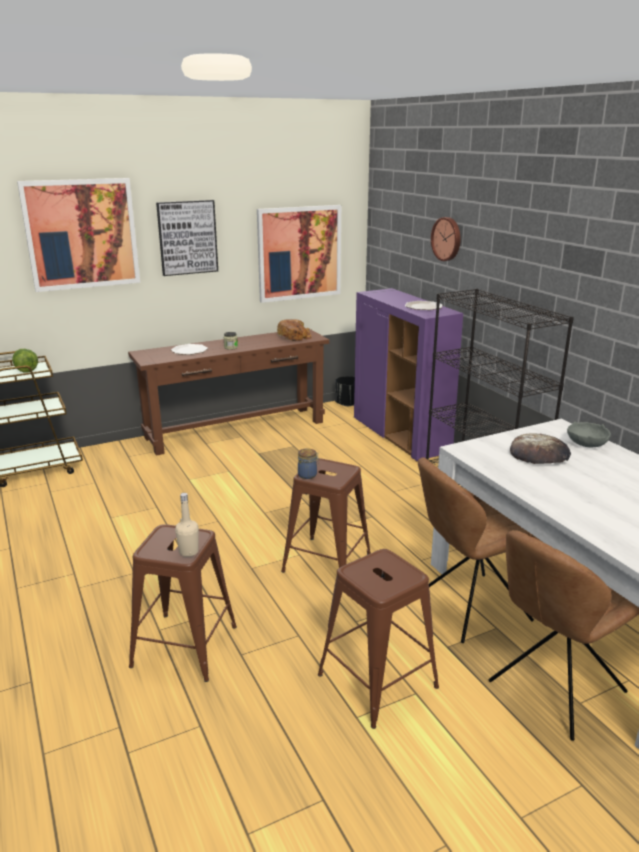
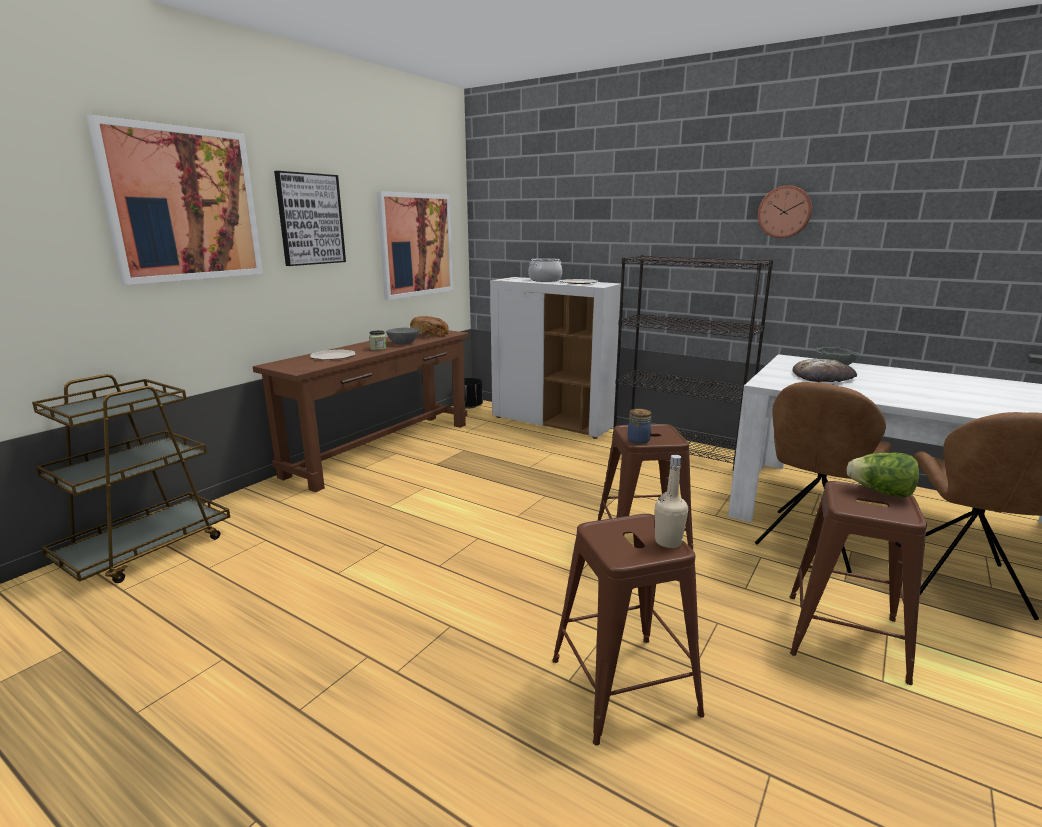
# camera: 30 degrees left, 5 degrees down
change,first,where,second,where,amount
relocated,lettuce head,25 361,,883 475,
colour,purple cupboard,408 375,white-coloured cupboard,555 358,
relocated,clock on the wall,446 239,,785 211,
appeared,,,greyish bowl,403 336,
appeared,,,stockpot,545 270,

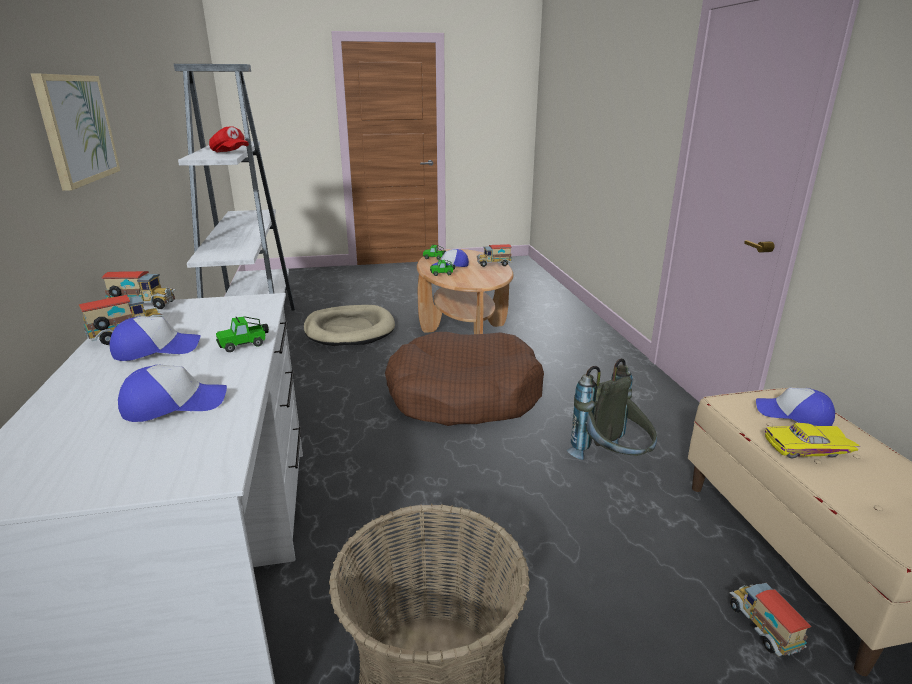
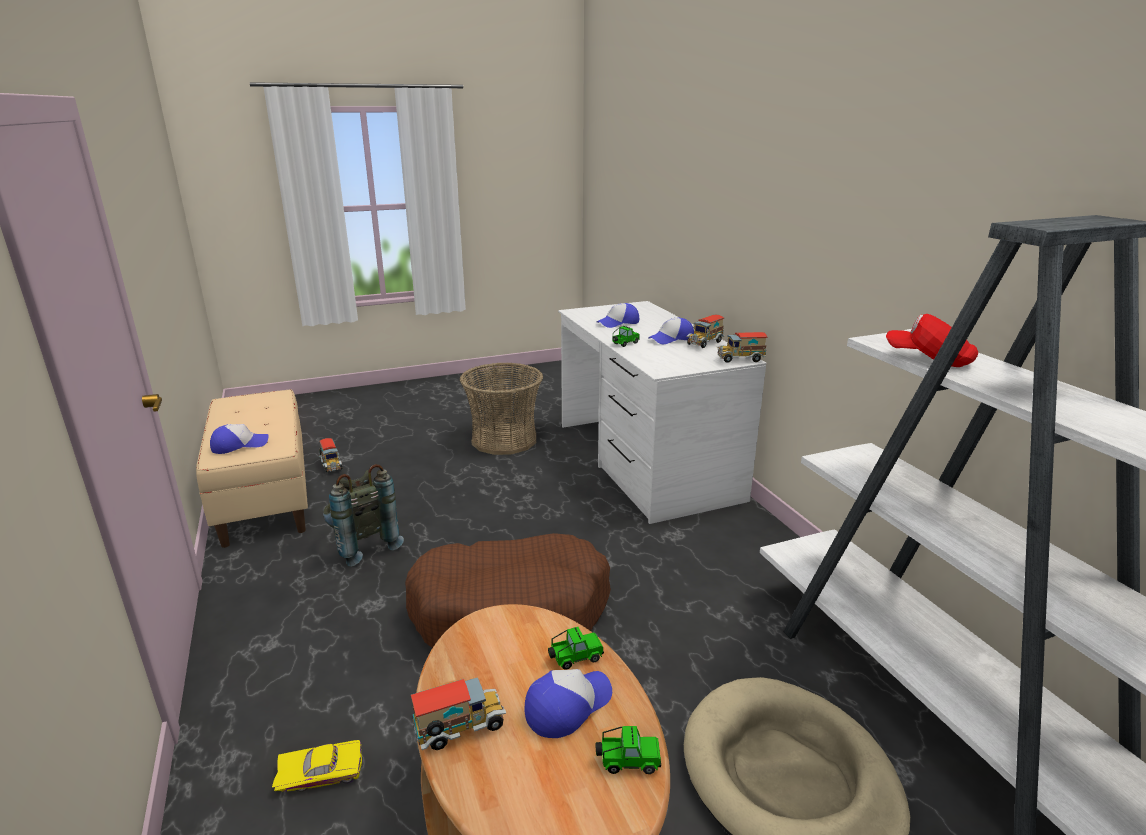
# camera: 170 degrees right, 0 degrees up
change,first,where,second,where,amount
missing,wall art,75 132,,,
spun,cap,795 407,,239 439,45 degrees counterclockwise
relocated,yellow-coloured miniature car,813 440,,317 766,

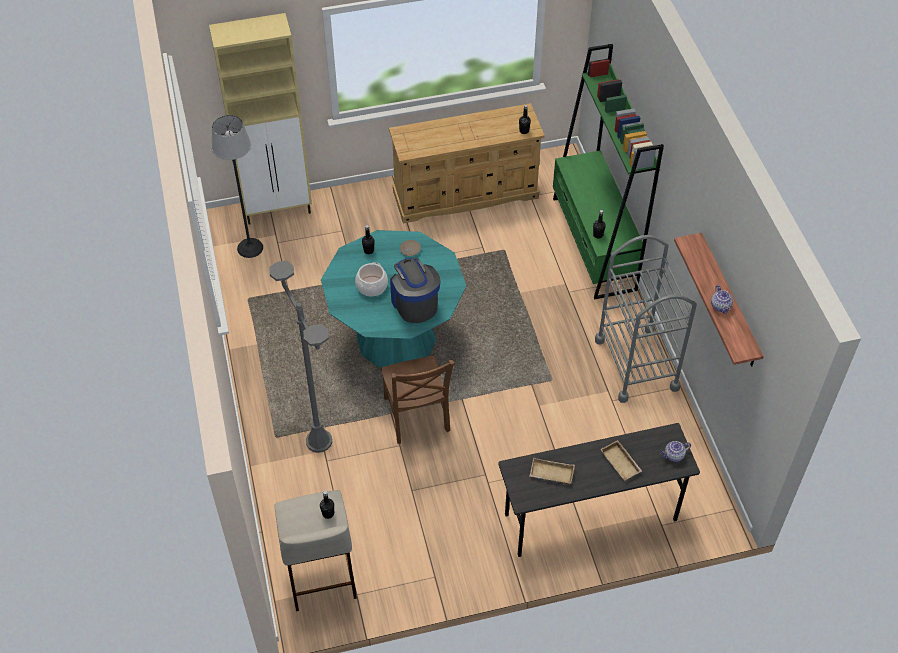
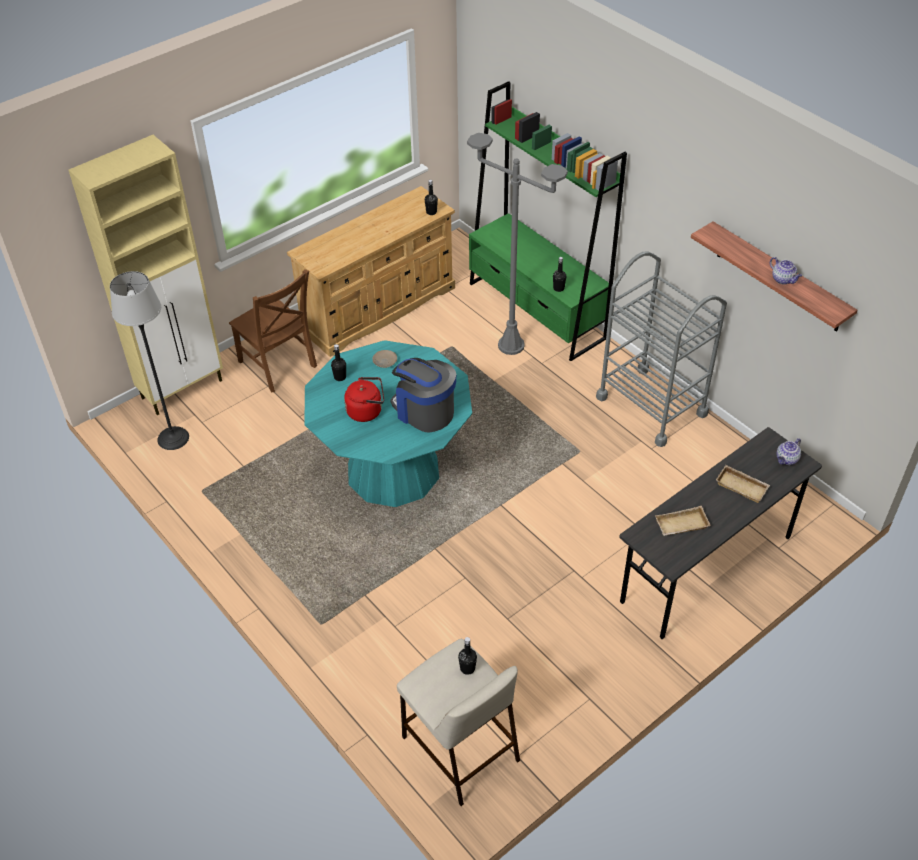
# camera: 25 degrees left, 5 degrees down
change,first,where,second,where,amount
relocated,greyish standing lamp,300 357,,517 244,
exchanged,stockpot,371 279,red-coloured water kettle,364 399,
relocated,brownish plain chair,417 399,,273 331,

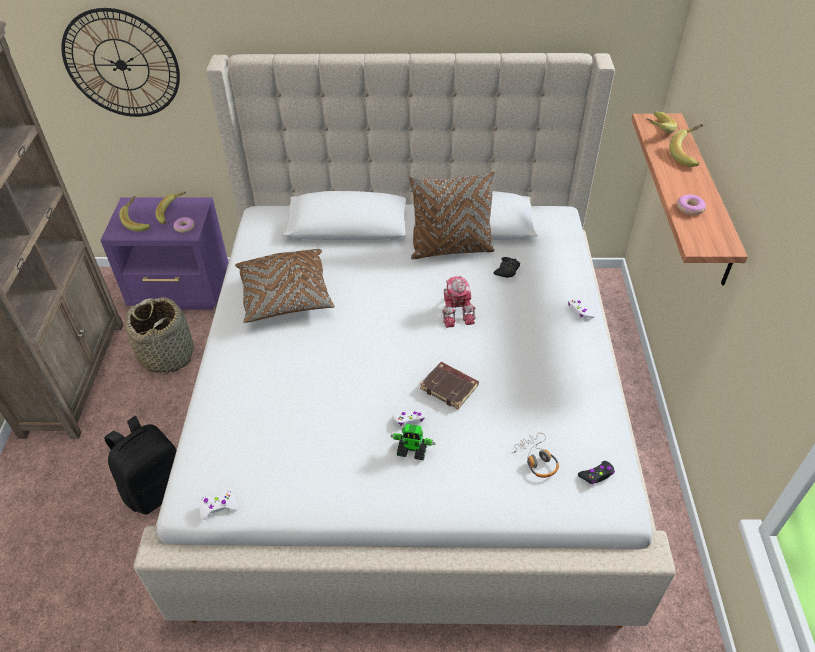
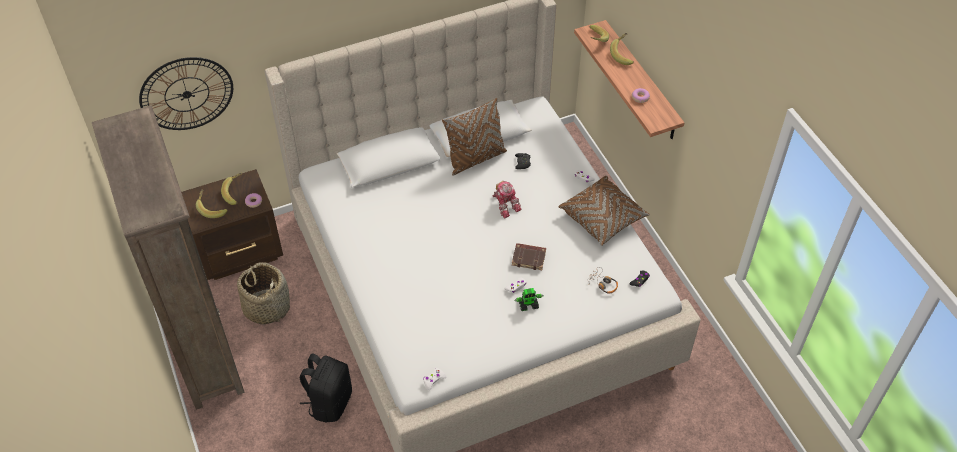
# camera: 25 degrees left, 5 degrees up
change,first,where,second,where,amount
colour,purple nightstand,164 253,brownish nightstand,232 224,
relocated,brownish pillow,285 286,,604 210,

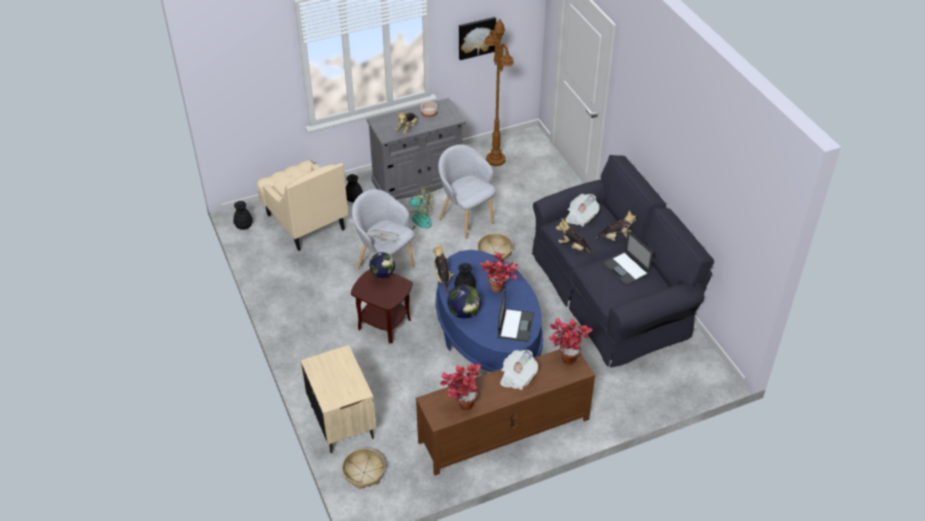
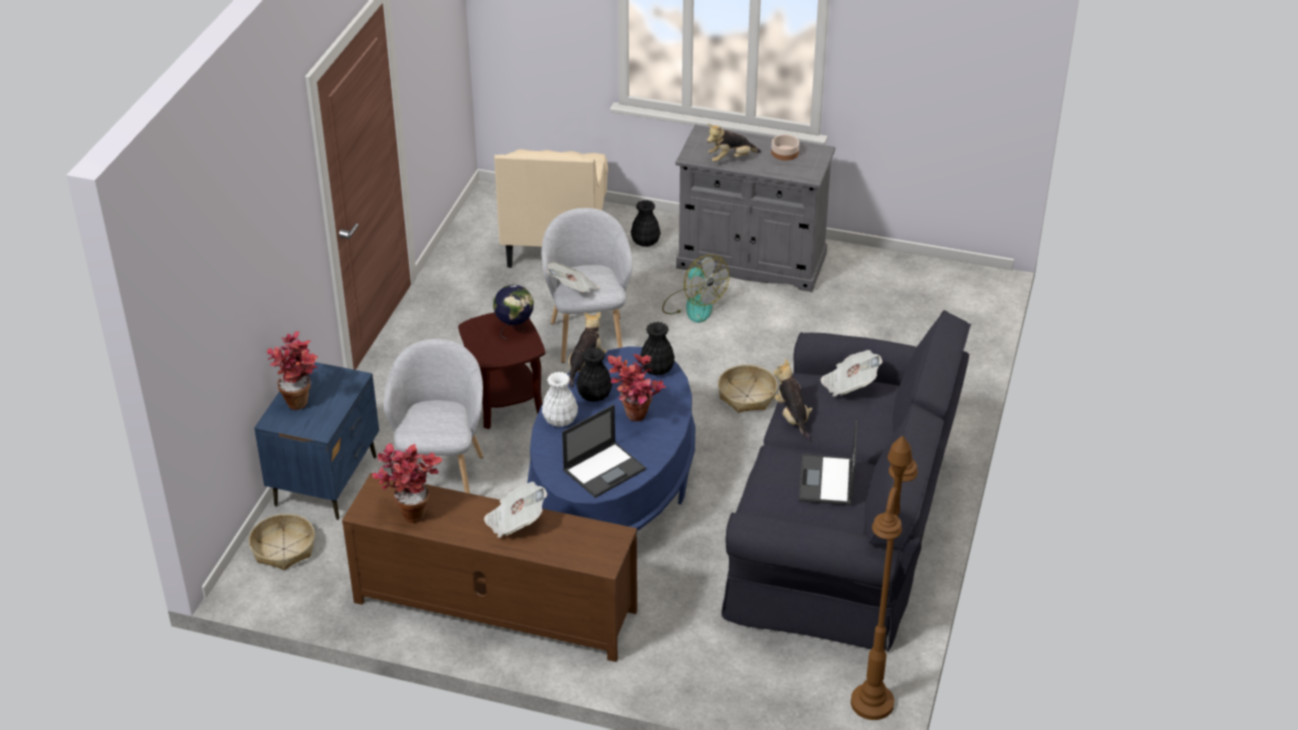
# camera: 40 degrees right, 5 degrees down
change,first,where,second,where,amount
relocated,black-coloured flower vase,243 215,,657 348,
colour,beige nightstand,338 399,blue-coloured nightstand,316 441,
relocated,greyish armchair,467 191,,433 416,
exchanged,globe,464 302,white-coloured flower vase,560 399,
missing,wall art,477 38,,,
relocated,brownish standing lamp,499 92,,884 578,
relocated,houseplant,570 341,,292 370,
missing,soft toy,615 226,,,

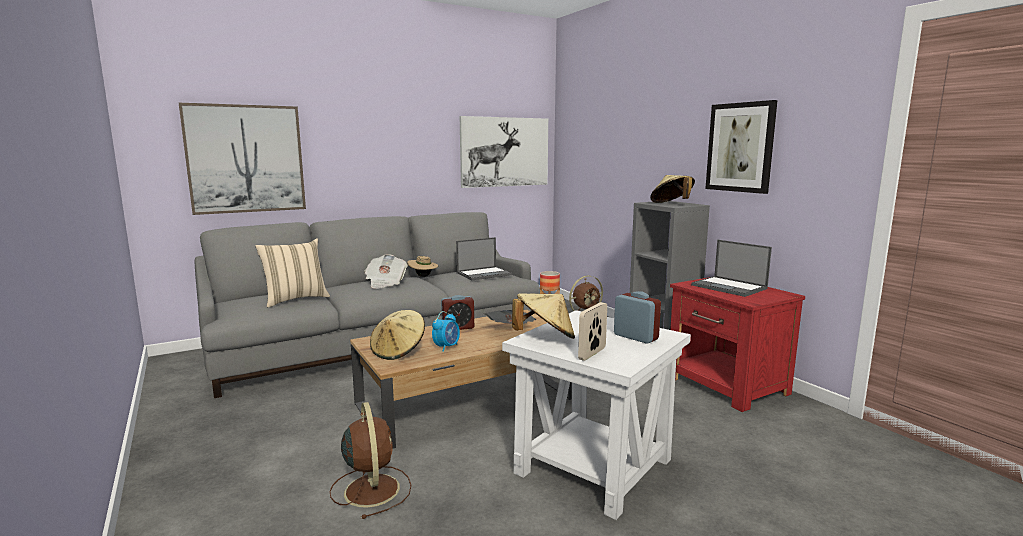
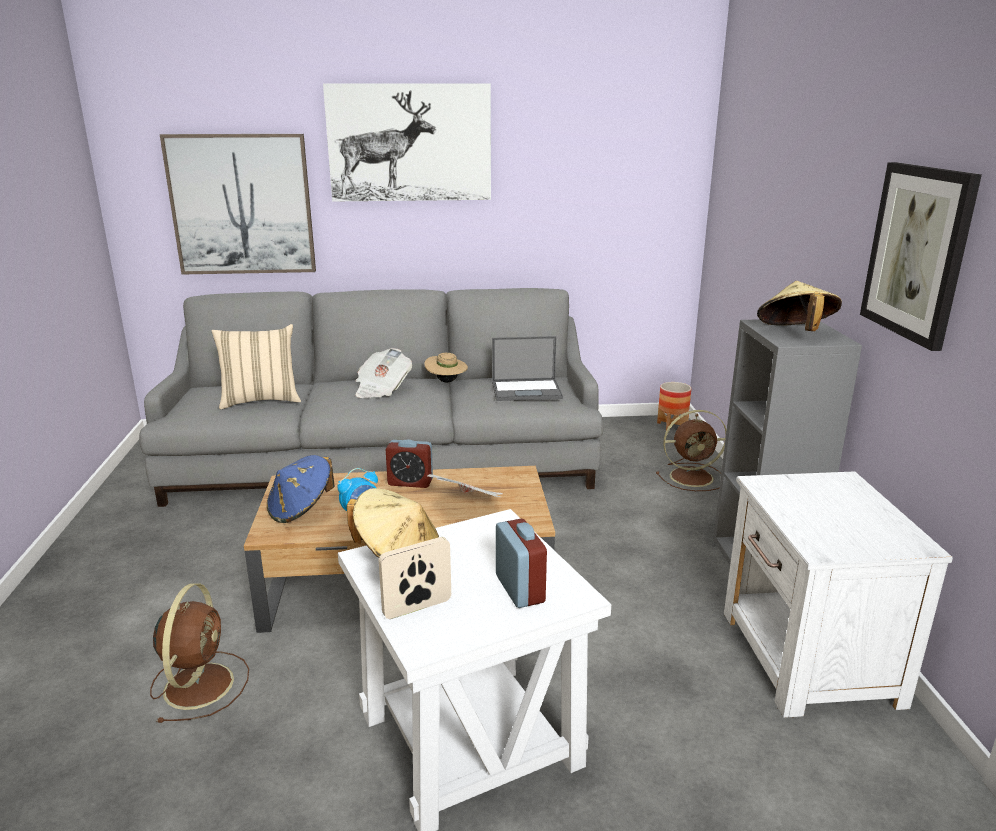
# camera: 25 degrees right, 10 degrees up
change,first,where,second,where,amount
colour,beige clothing hat,397 335,blue-coloured clothing hat,301 489,
relocated,wall art,504 152,,407 142,
colour,red-coloured nightstand,737 344,white-coloured nightstand,838 594,
missing,portable computer,731 268,,,

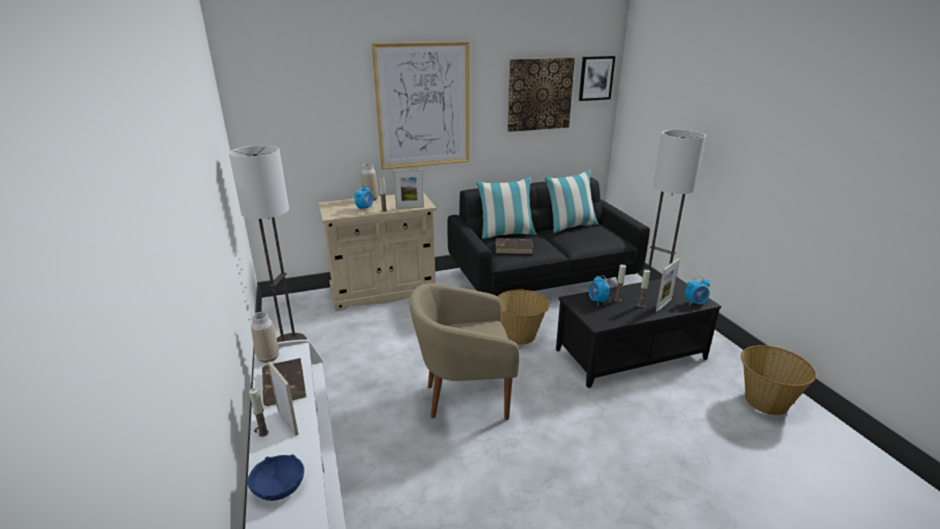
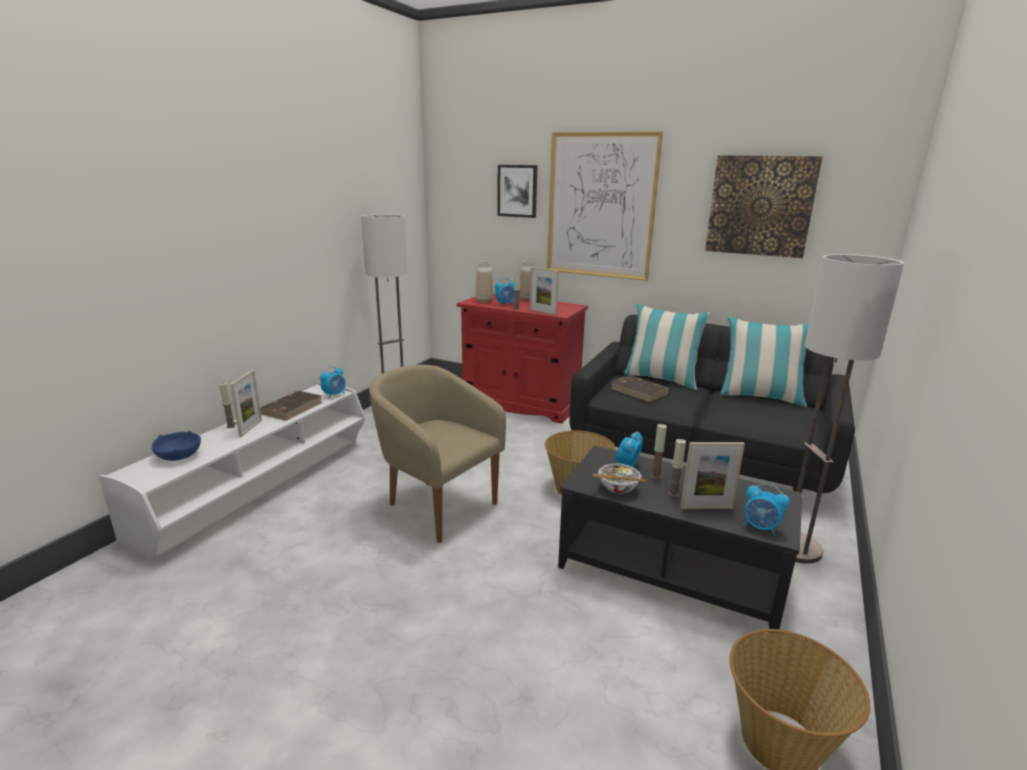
# camera: 45 degrees right, 5 degrees down
change,first,where,second,where,amount
relocated,flower vase,265 337,,484 282,
colour,beige cupboard,377 251,red-coloured cupboard,522 359,
relocated,wall art,597 78,,517 191,
appeared,,,table clock,333 382,
appeared,,,bowl,619 478,

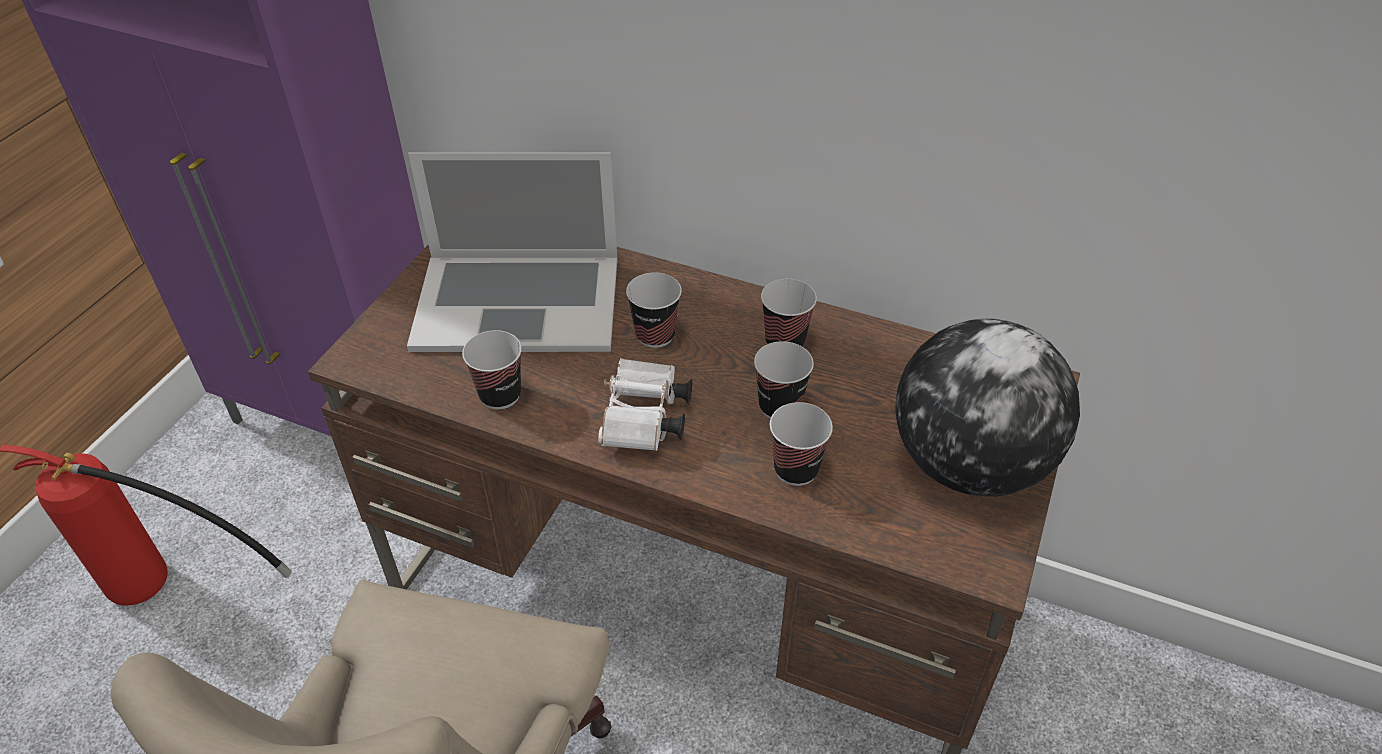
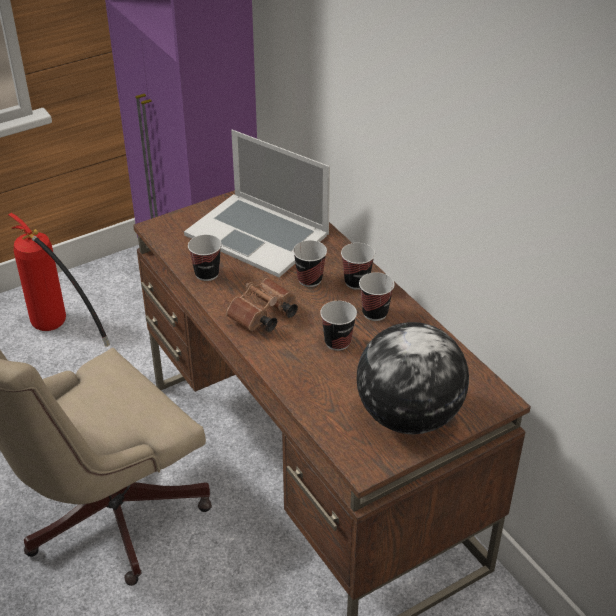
# camera: 35 degrees right, 5 degrees down
change,first,where,second,where,amount
colour,white-coloured binoculars,645 404,brownish binoculars,262 305,
relocated,small cup,801 444,,358 266,

